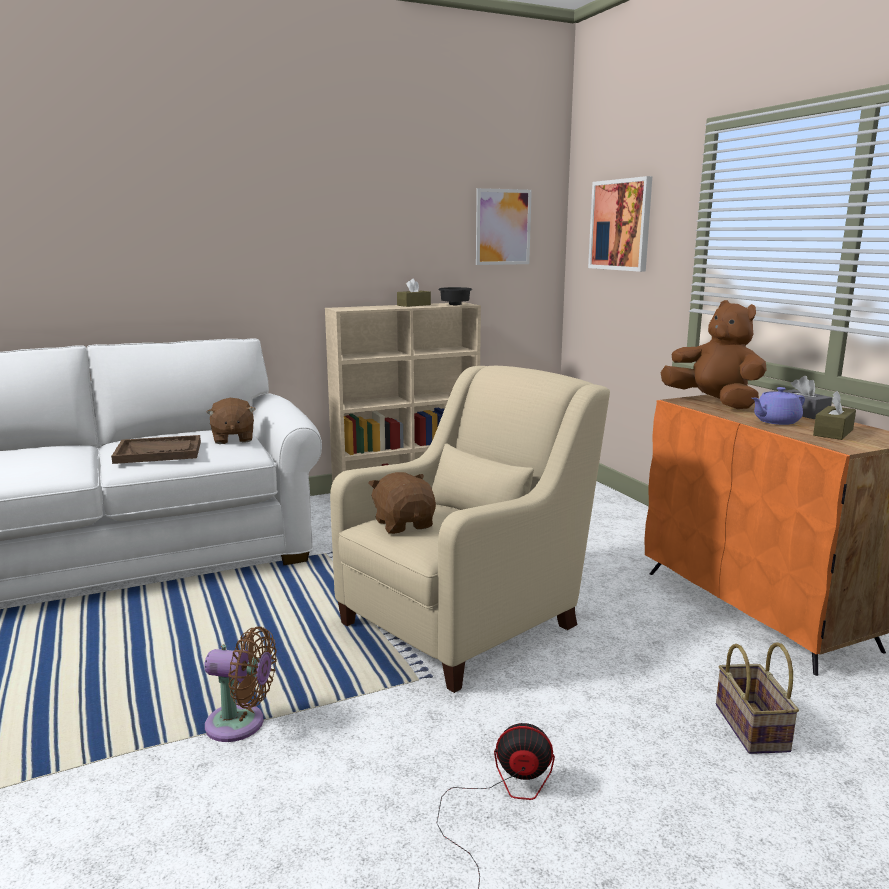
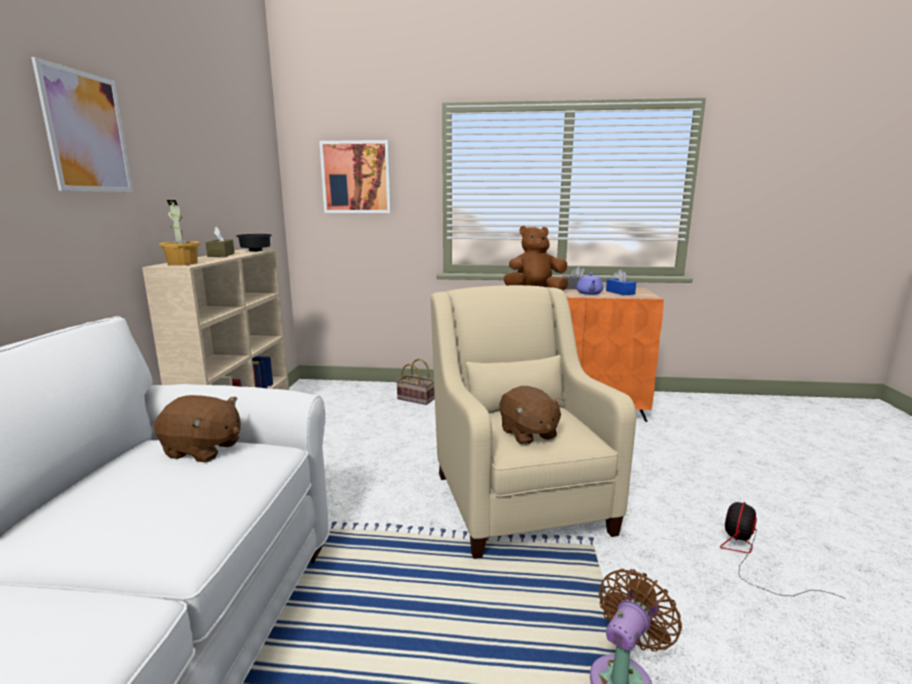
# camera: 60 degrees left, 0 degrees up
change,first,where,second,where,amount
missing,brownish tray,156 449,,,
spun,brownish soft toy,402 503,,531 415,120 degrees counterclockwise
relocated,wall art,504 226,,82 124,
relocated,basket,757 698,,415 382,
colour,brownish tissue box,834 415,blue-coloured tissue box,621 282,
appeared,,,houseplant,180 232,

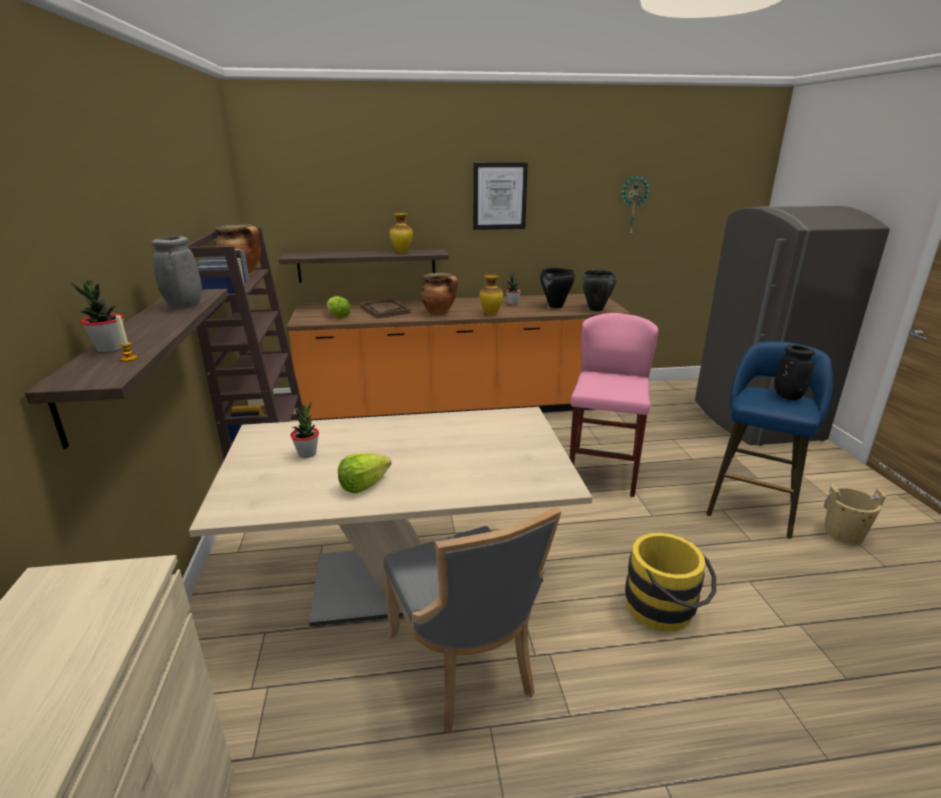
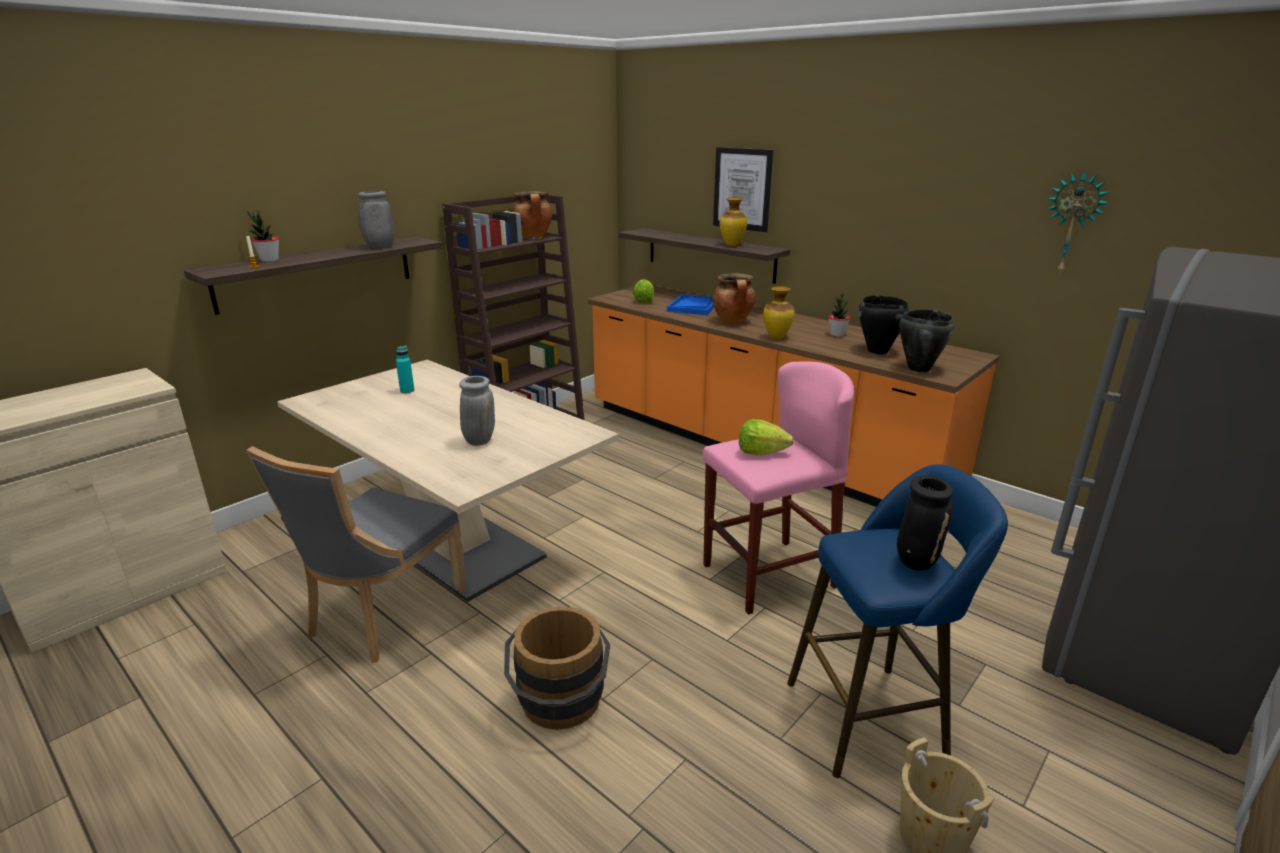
# camera: 50 degrees right, 0 degrees up
change,first,where,second,where,amount
exchanged,houseplant,305 430,turquoise-coloured beverage bottle,405 369,
relocated,lettuce head,364 473,,766 437,
colour,brownish tray,385 308,blue-coloured tray,690 304,
relocated,wall art,500 196,,743 189,
colour,yellow-coloured pail,670 582,brownish pail,557 668,
appeared,,,greyish flower vase,477 411,

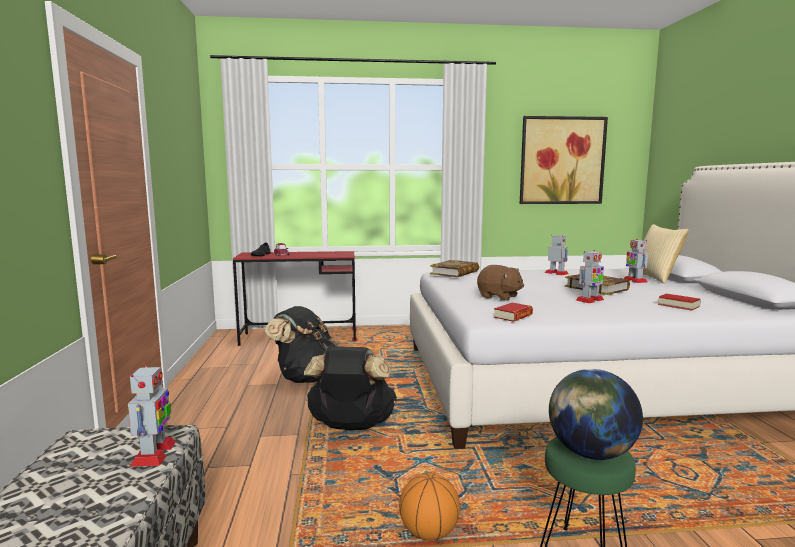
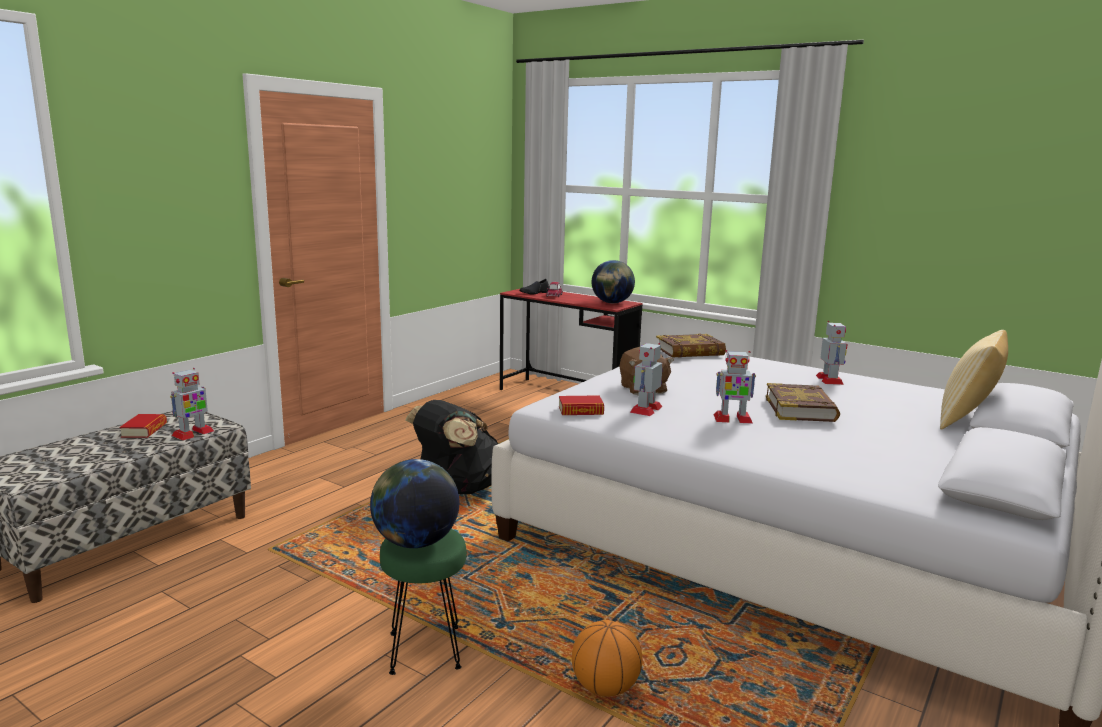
# camera: 40 degrees right, 5 degrees up
change,first,where,second,where,amount
missing,black-coloured knapsack,302 344,,,
relocated,basketball,429 507,,607 658,
missing,wall art,564 160,,,
relocated,model robot,635 261,,646 379,
relocated,book,679 302,,143 426,
appeared,,,globe,613 281,

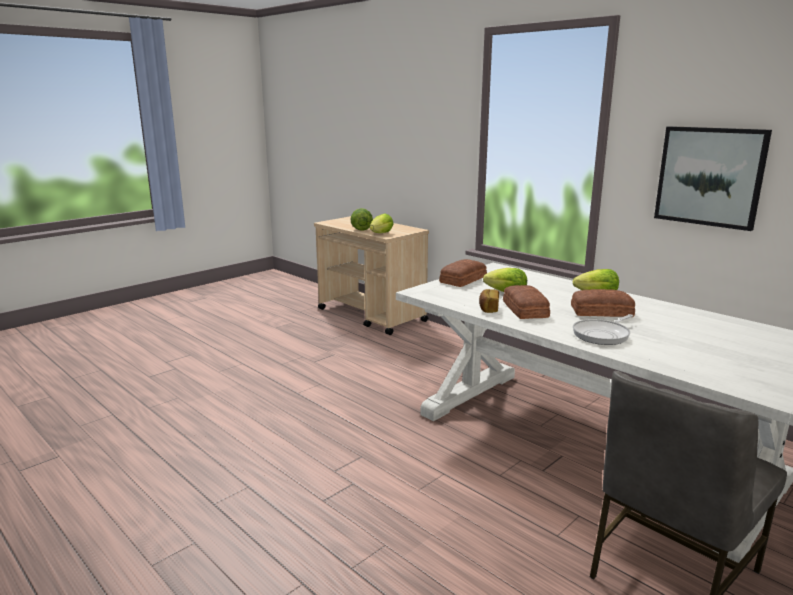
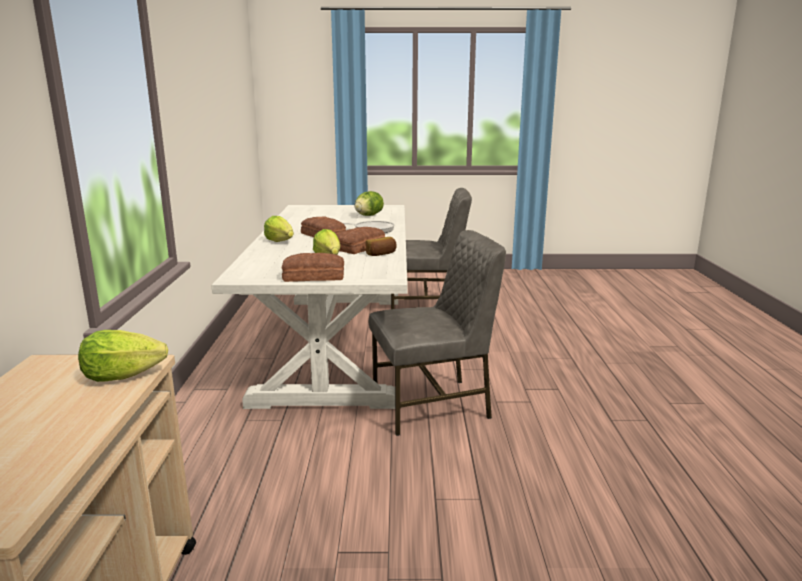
# camera: 135 degrees left, 0 degrees up
change,first,where,second,where,amount
relocated,lettuce head,361 219,,369 203,
missing,wall art,713 178,,,
appeared,,,greyish plain chair,437 333,

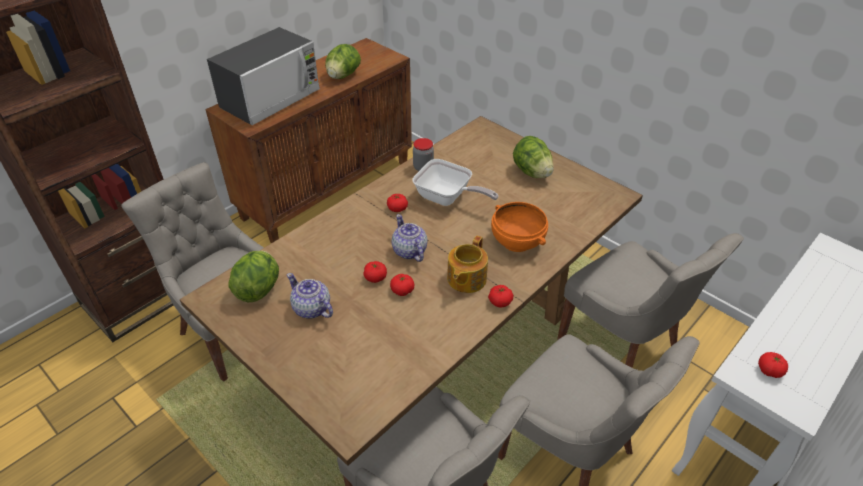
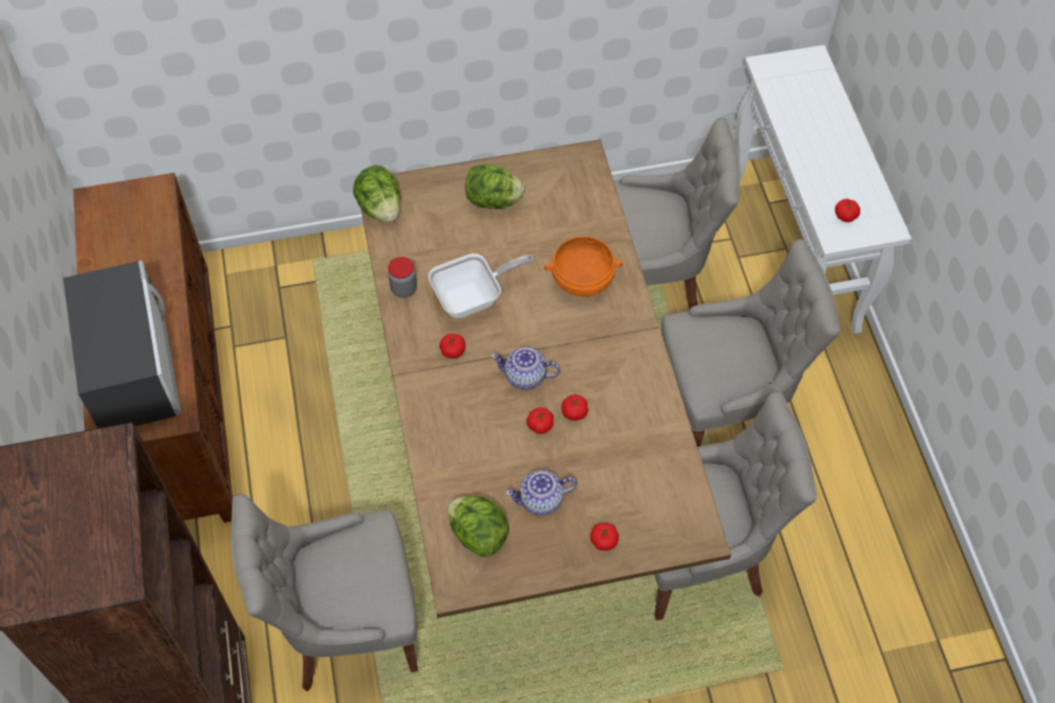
# camera: 55 degrees left, 15 degrees up
change,first,where,second,where,amount
relocated,lettuce head,343 61,,376 193,
missing,pot for tea,467 264,,,
relocated,whole tomato,500 296,,604 537,

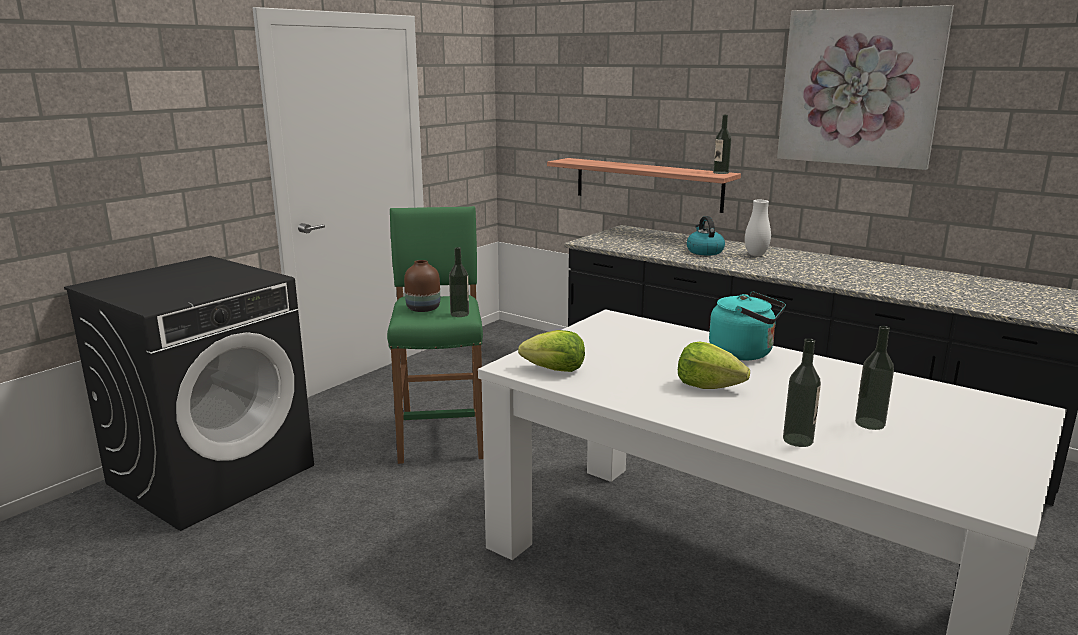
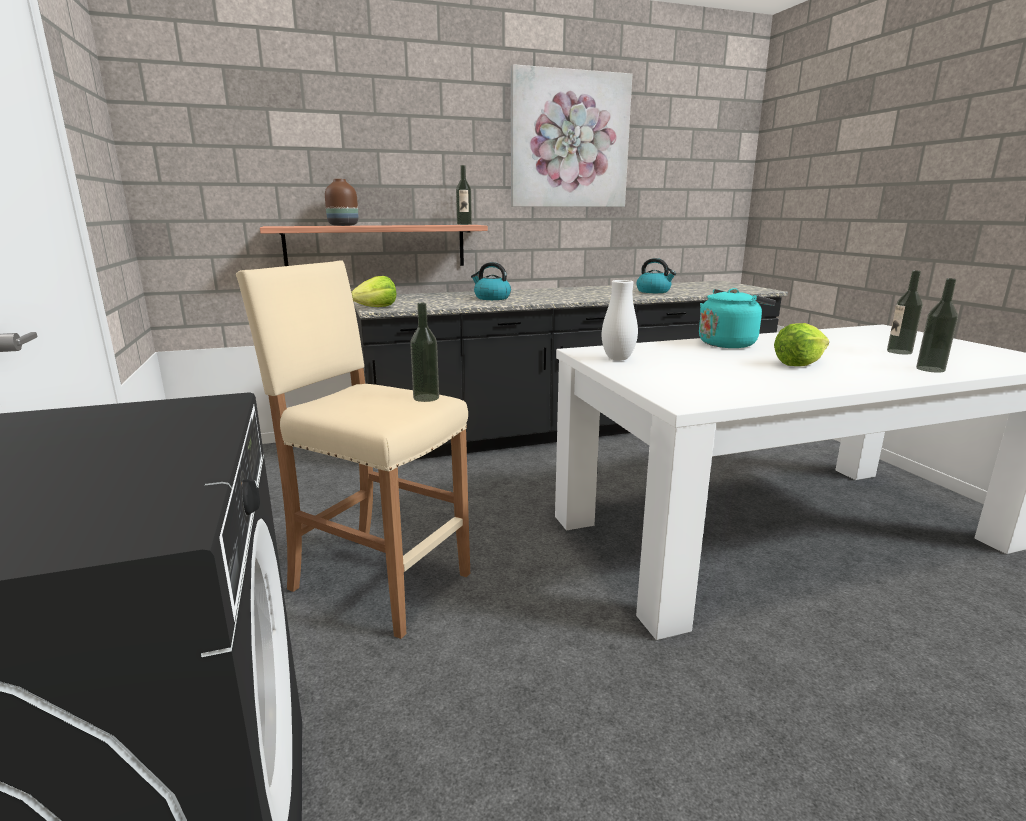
# camera: 55 degrees left, 0 degrees up
change,first,where,second,where,amount
colour,green-coloured stool seat,435 335,beige stool seat,353 449,
relocated,brownish flower vase,422 286,,341 202,
relocated,lettuce head,551 351,,374 291,
relocated,white-coloured flower vase,758 228,,620 320,
appeared,,,water kettle,656 275,

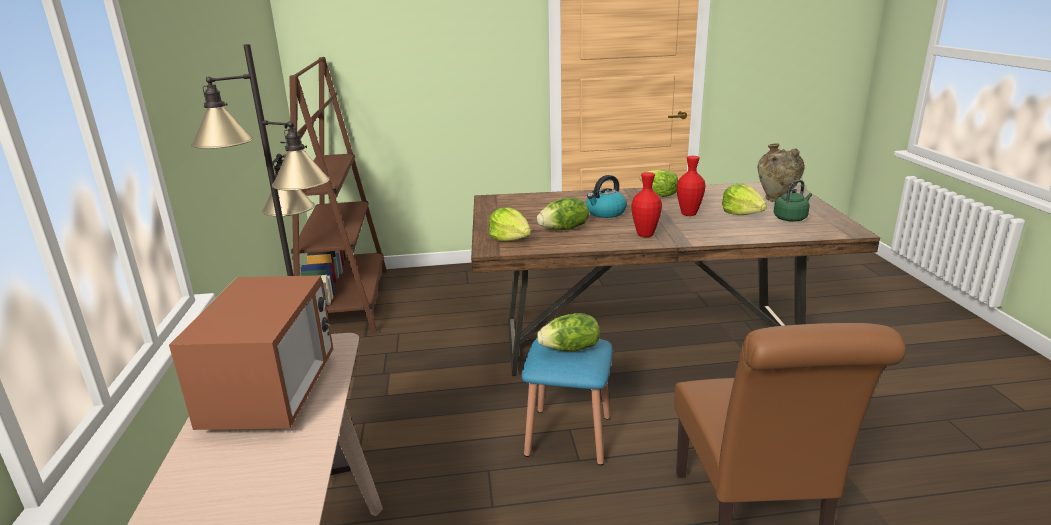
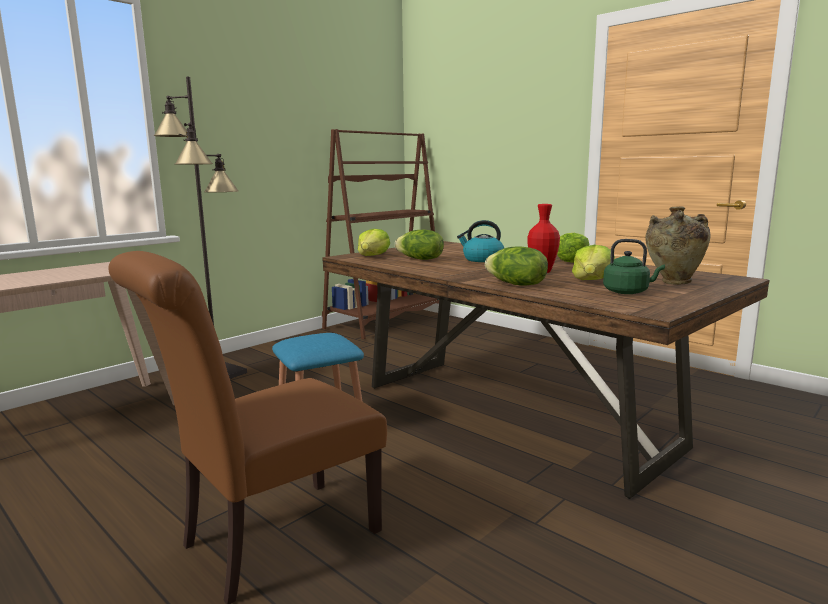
# camera: 50 degrees right, 10 degrees down
change,first,where,second,where,amount
missing,kitchen microwave,251 352,,,
relocated,lettuce head,568 332,,516 266,
missing,red-coloured flower vase,647 204,,,

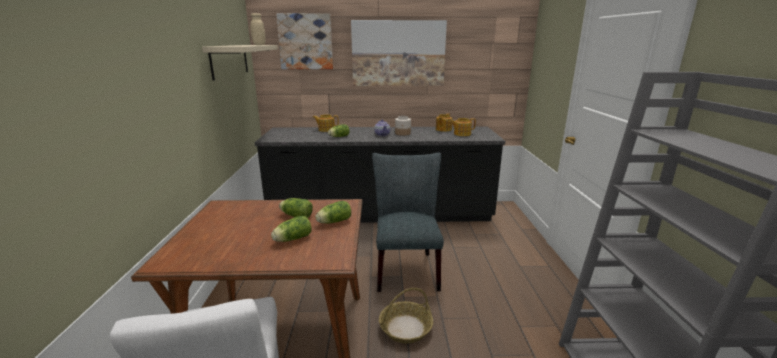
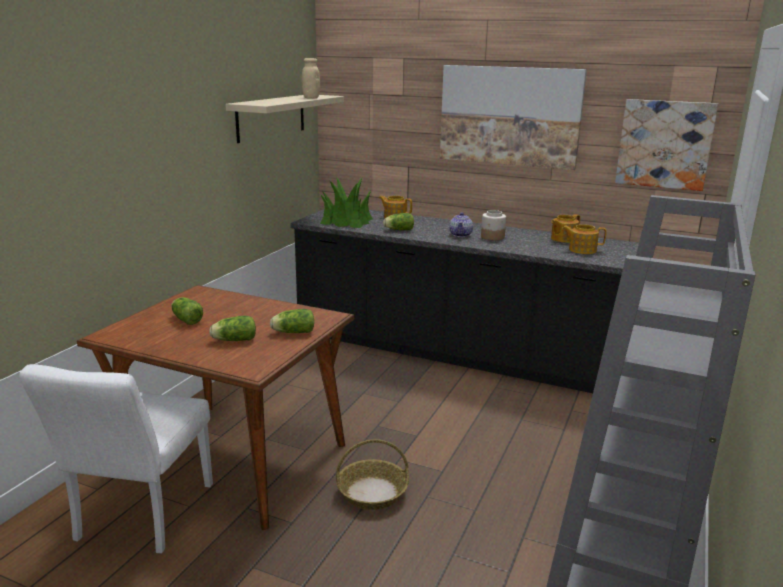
# camera: 25 degrees right, 0 degrees up
change,first,where,second,where,amount
relocated,wall art,304 41,,666 145,
relocated,lettuce head,296 208,,187 311,
missing,greyish plain chair,408 222,,,
appeared,,,houseplant,346 202,

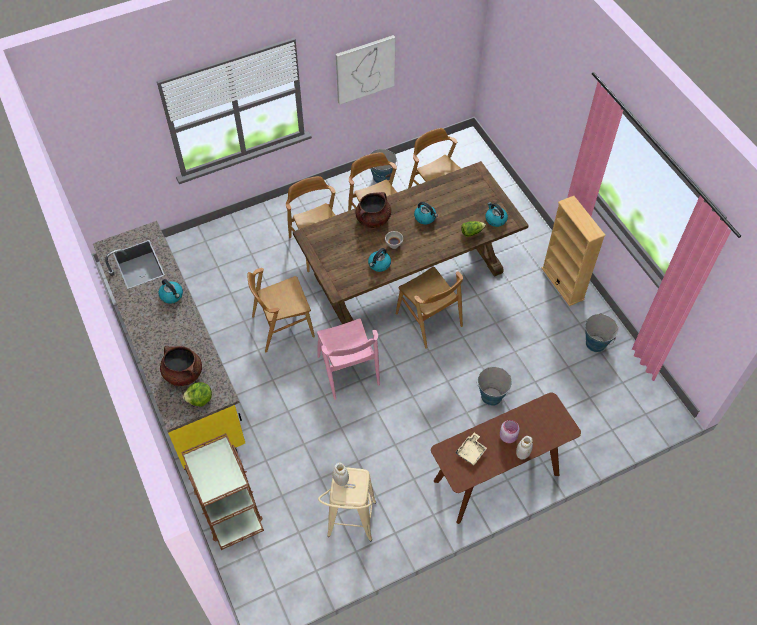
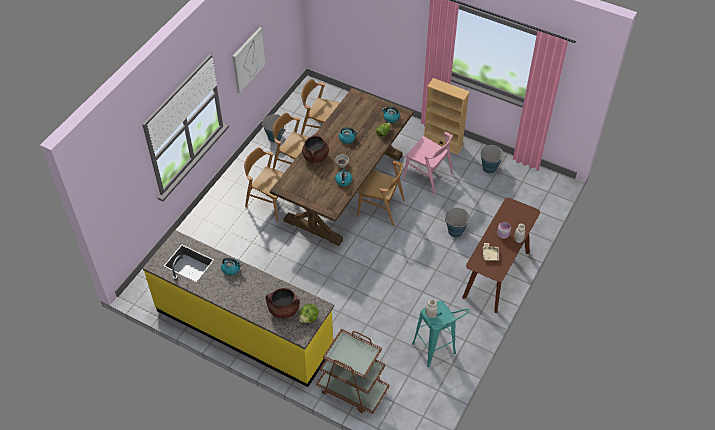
# camera: 35 degrees left, 5 degrees down
change,first,where,second,where,amount
missing,brownish plain chair,281 310,,,
relocated,pinkish plain chair,348 359,,428 163,
colour,beige stool seat,347 504,turquoise-coloured stool seat,441 334,

